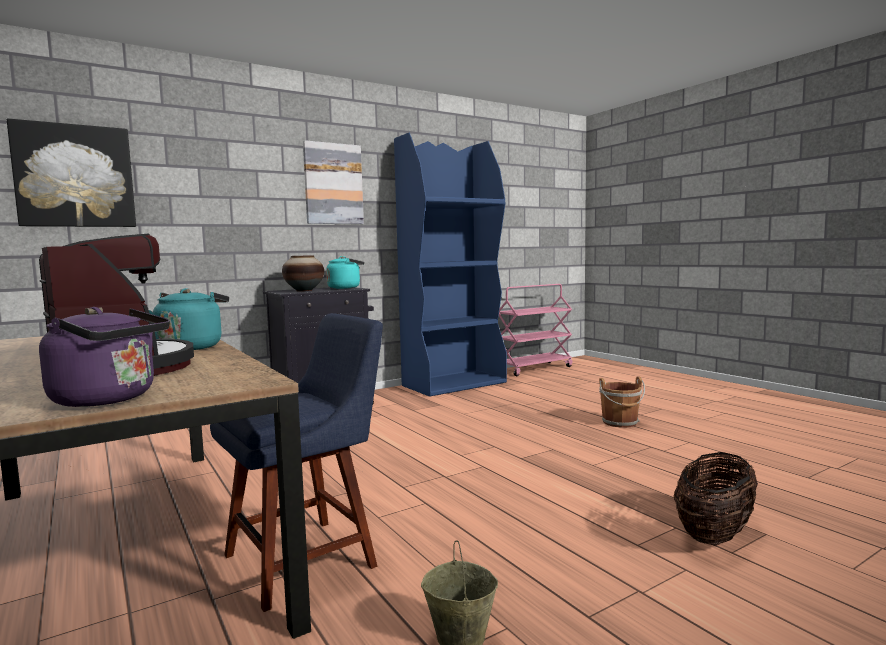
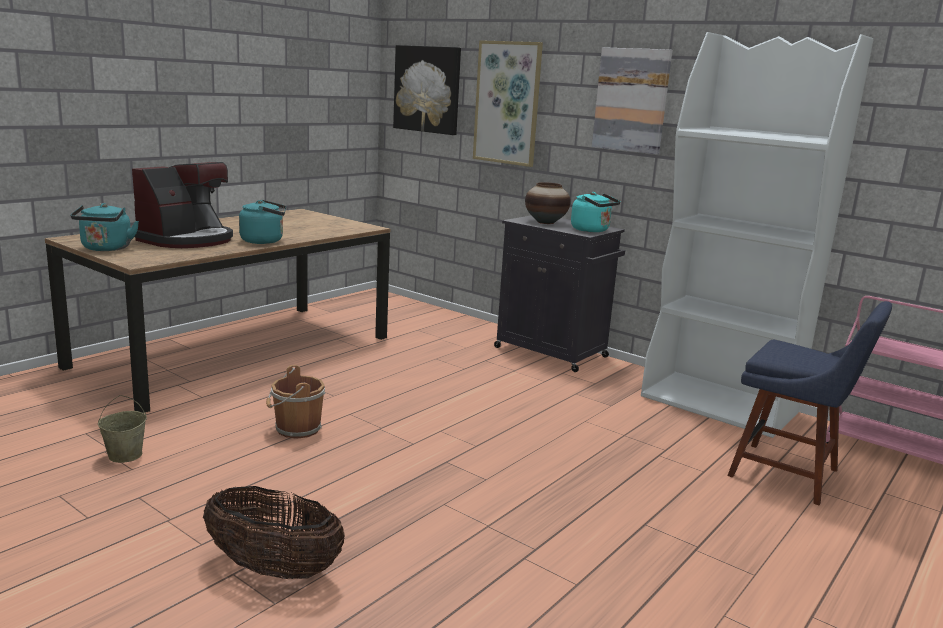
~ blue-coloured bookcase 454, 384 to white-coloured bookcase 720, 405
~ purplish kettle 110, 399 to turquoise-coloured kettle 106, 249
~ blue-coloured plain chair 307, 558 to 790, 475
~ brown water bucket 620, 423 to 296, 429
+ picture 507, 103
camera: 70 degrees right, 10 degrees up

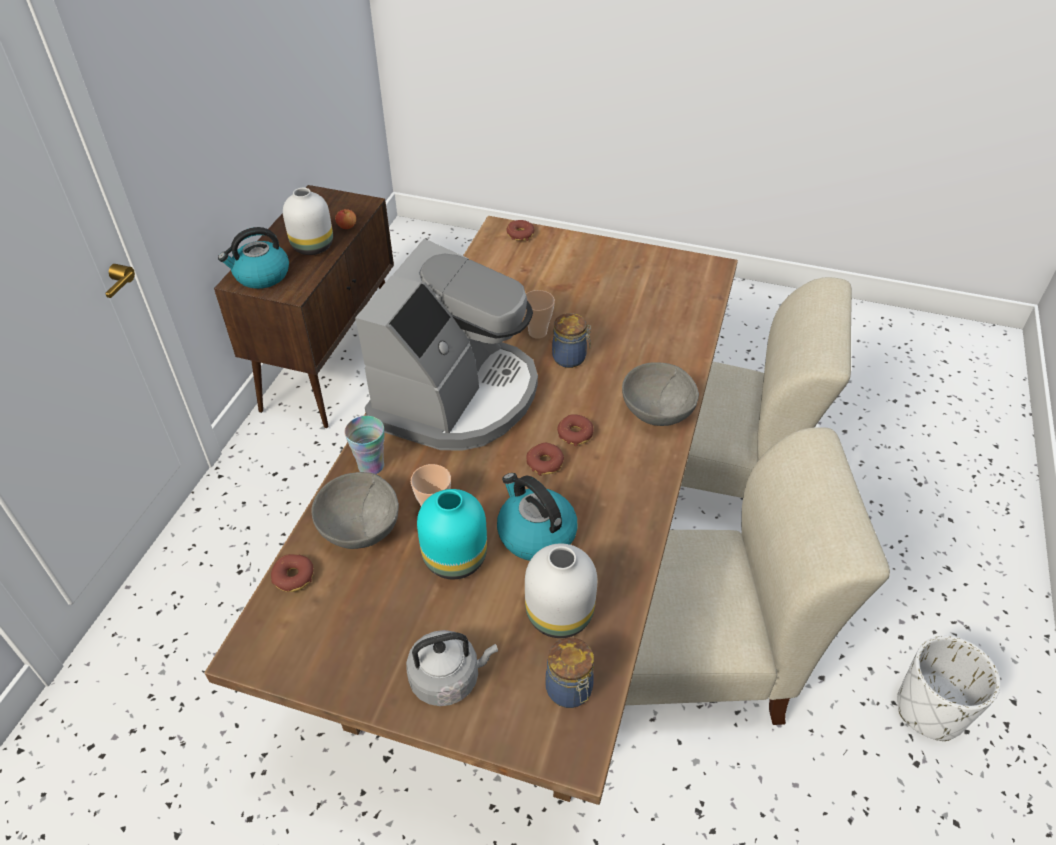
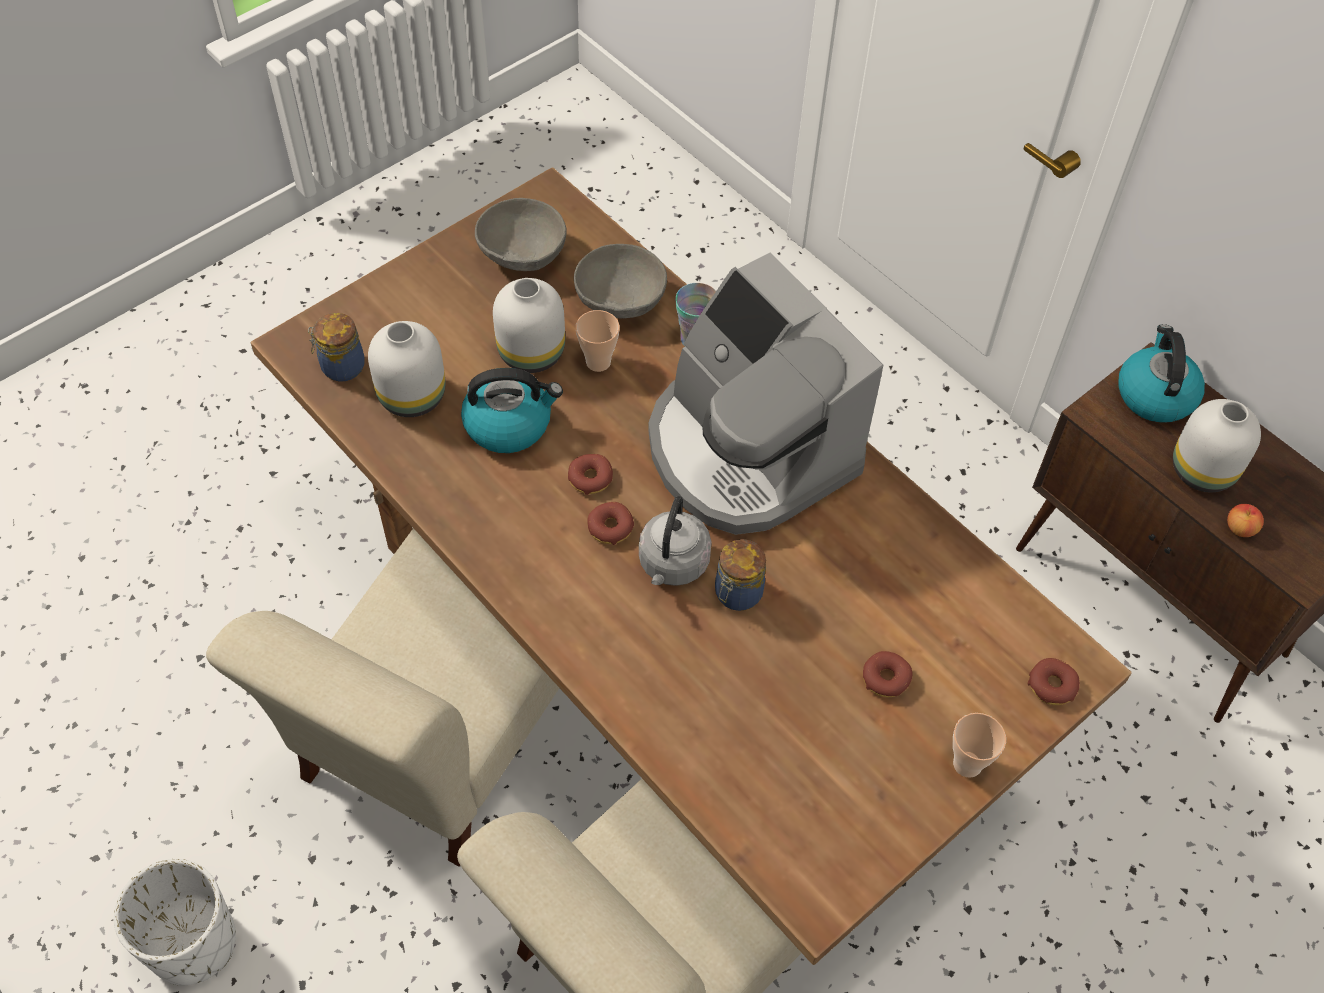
~ small cup 537, 332 to 967, 764
~ gray serving bowl 656, 411 to 524, 256
~ turquoise-coloured decorative vase 453, 559 to white-coloured decorative vase 532, 351
~ donut 294, 577 to 885, 678
~ gray kettle 448, 678 to 672, 565
camera: 120 degrees right, 10 degrees up

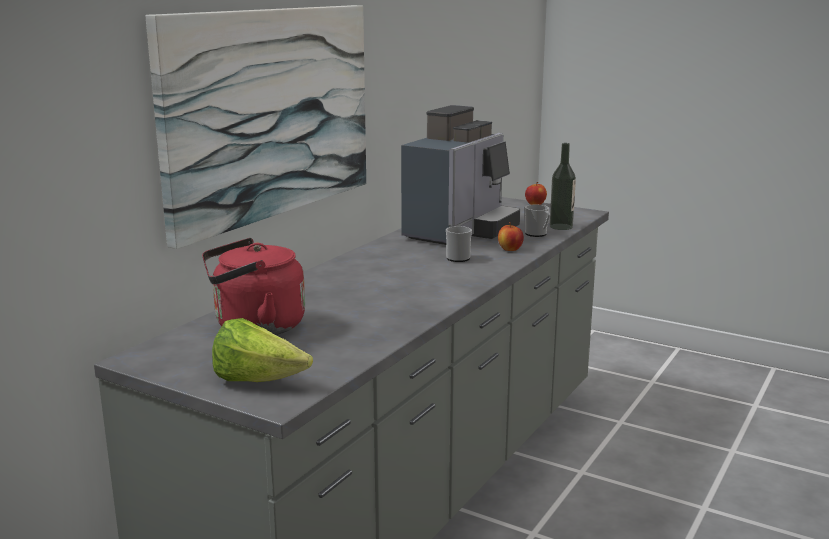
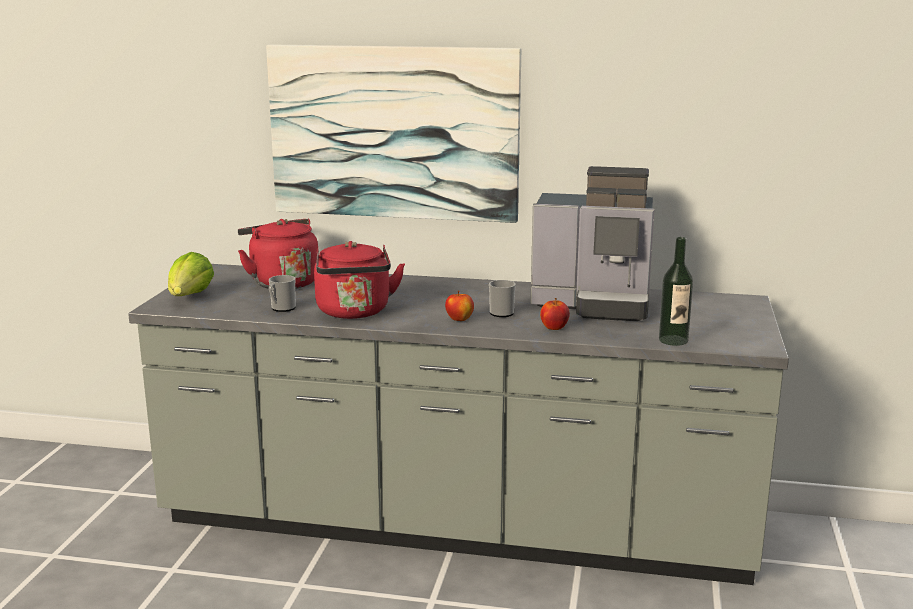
~ apple fruit 535, 204 to 459, 319
~ tea mug 537, 234 to 281, 308
+ red-coloured kettle 354, 313
camera: 70 degrees right, 0 degrees up

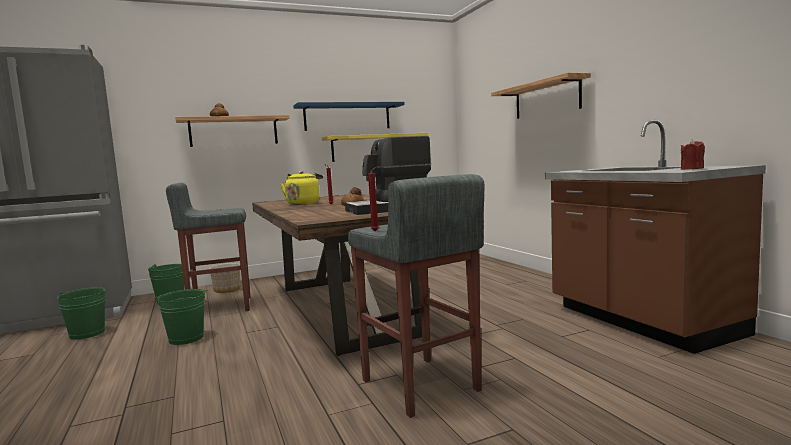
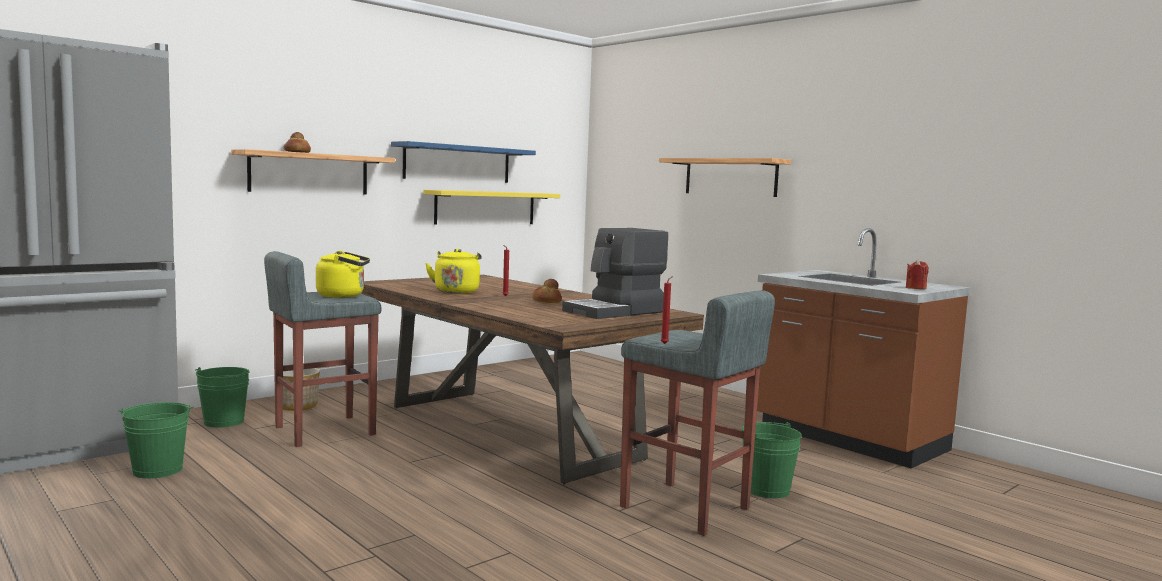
~ green water bucket 186, 338 to 767, 490
+ yellow-coloured kettle 344, 295
camera: 20 degrees left, 0 degrees up

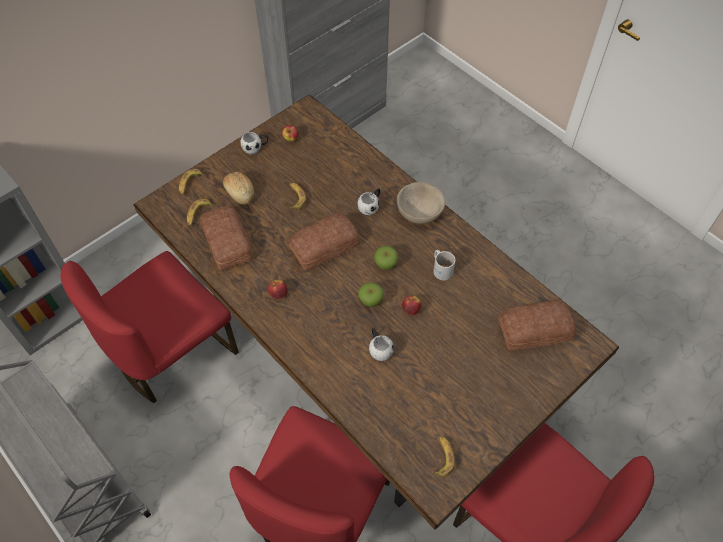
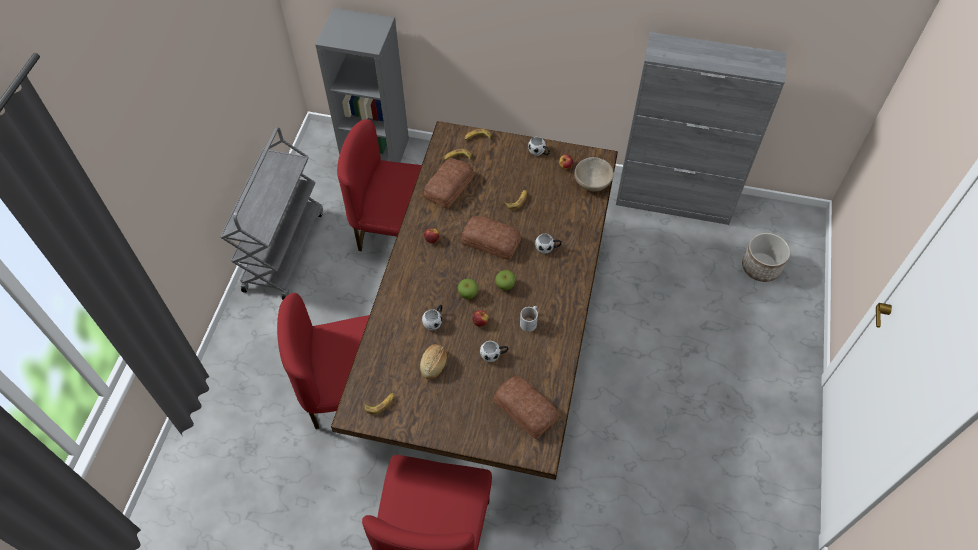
~ baked bread 239, 192 to 434, 364
~ beige serving bowl 420, 213 to 592, 183
+ planter 760, 267
+ white-coloured tea mug 494, 354
camera: 55 degrees right, 0 degrees up

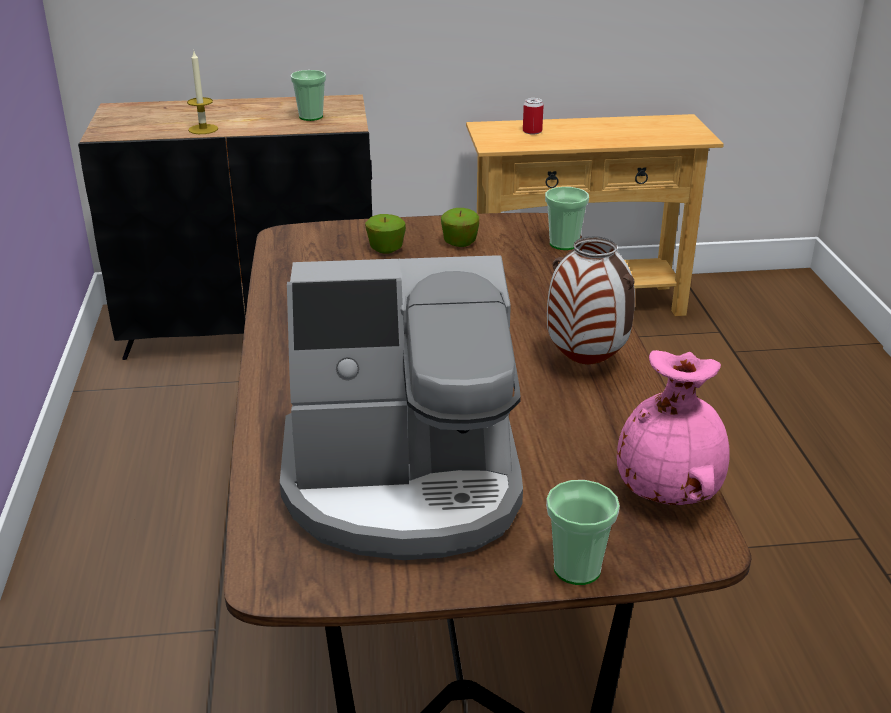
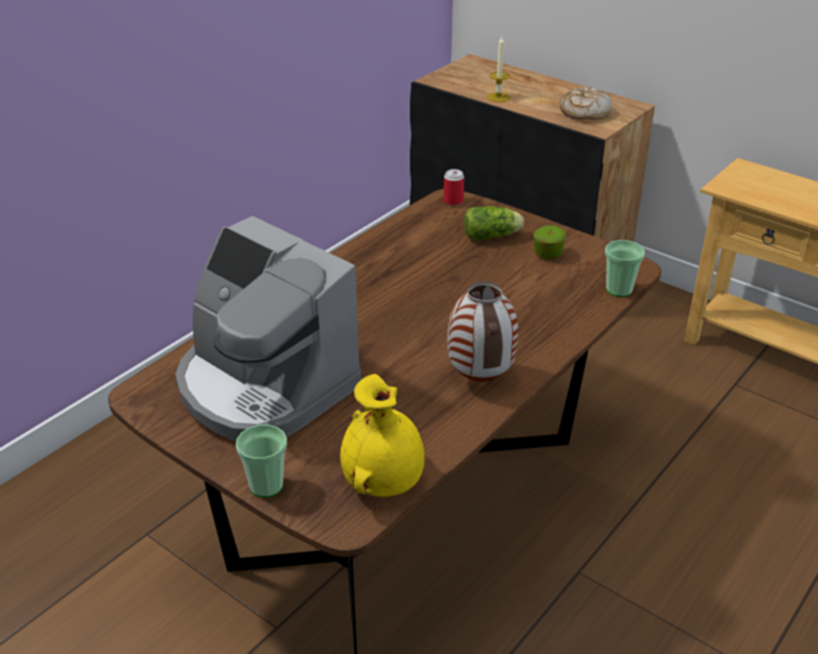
~ small cup 311, 117 to baked bread 584, 112
~ sealed can 532, 131 to 453, 202
~ apple fruit 386, 249 to head of lettuce 493, 236
~ pink decorative vase 669, 492 to yellow-coloured decorative vase 384, 483
camera: 45 degrees right, 5 degrees up

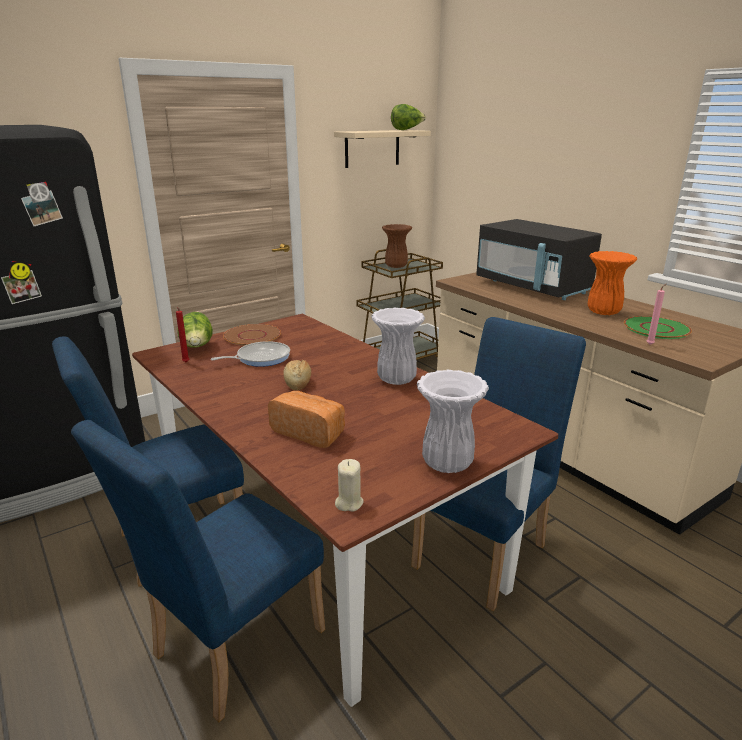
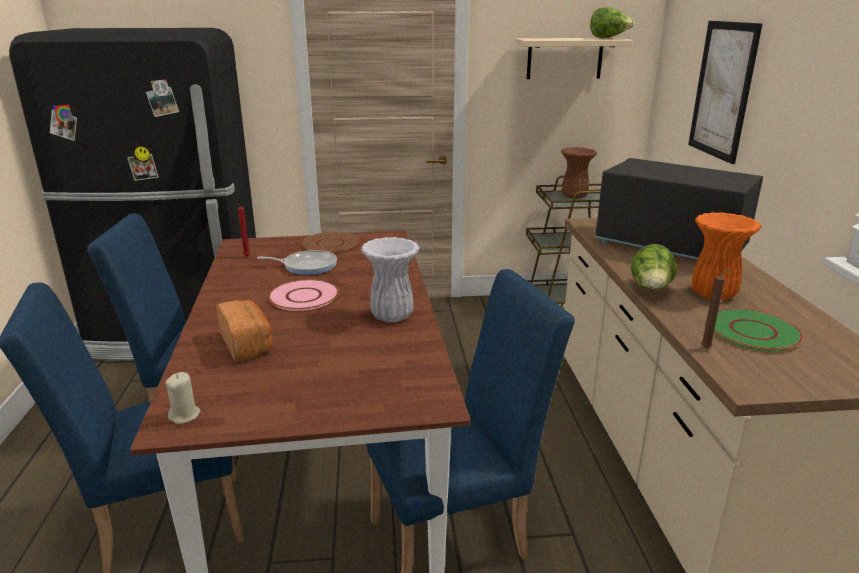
~ black kitchen microwave 532, 287 = 669, 246 135 degrees clockwise
~ pink wax light 650, 344 to brown wax light 707, 348
~ head of lettuce 197, 348 to 651, 289
~ baked bread 297, 382 to pink plate 303, 296
- white-coloured decorative vase 448, 463
+ picture 722, 90
camera: 30 degrees right, 0 degrees up

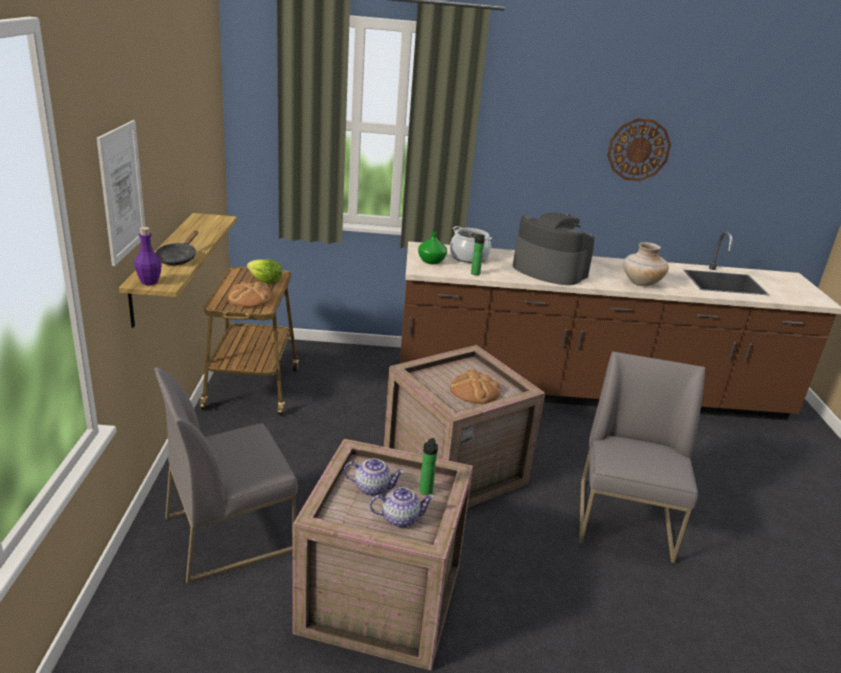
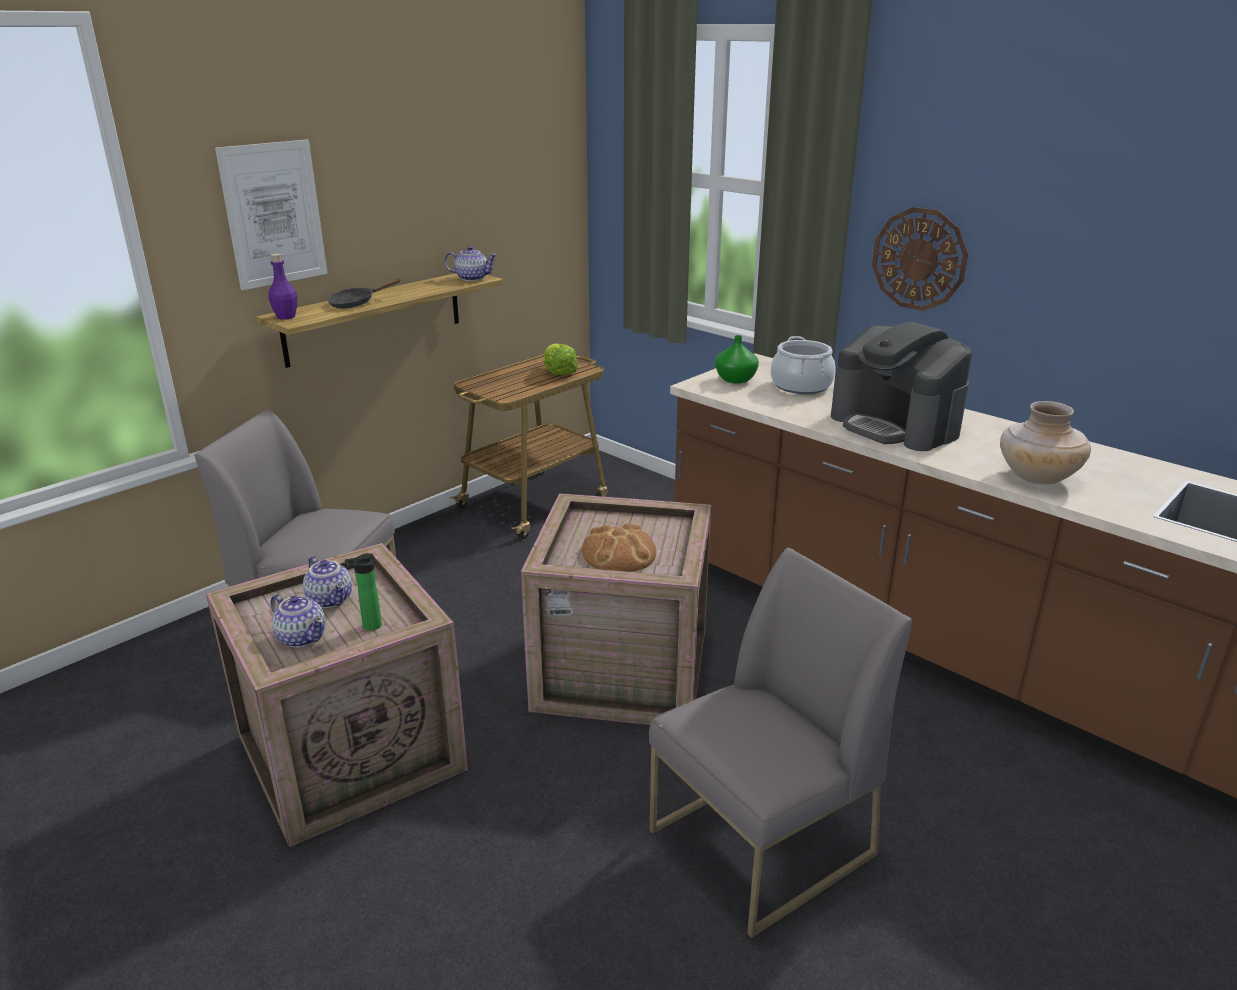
~ wall clock 638, 150 to 919, 259
~ coffee maker 548, 270 = 895, 425 150 degrees clockwise
- bottle 473, 273
- baked bread 250, 298
+ teapot 472, 278
camera: 45 degrees right, 0 degrees up

